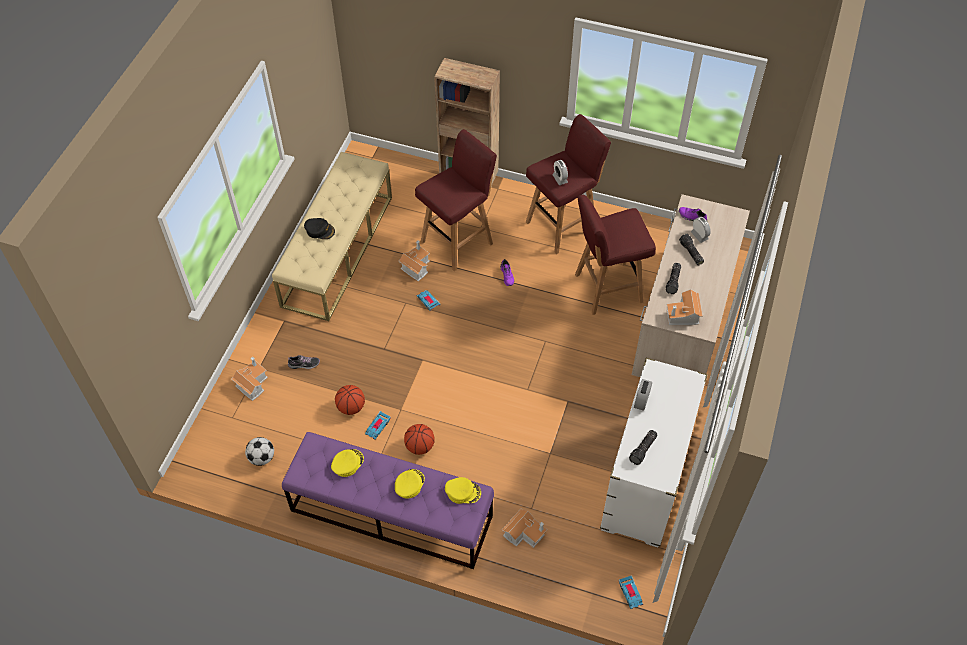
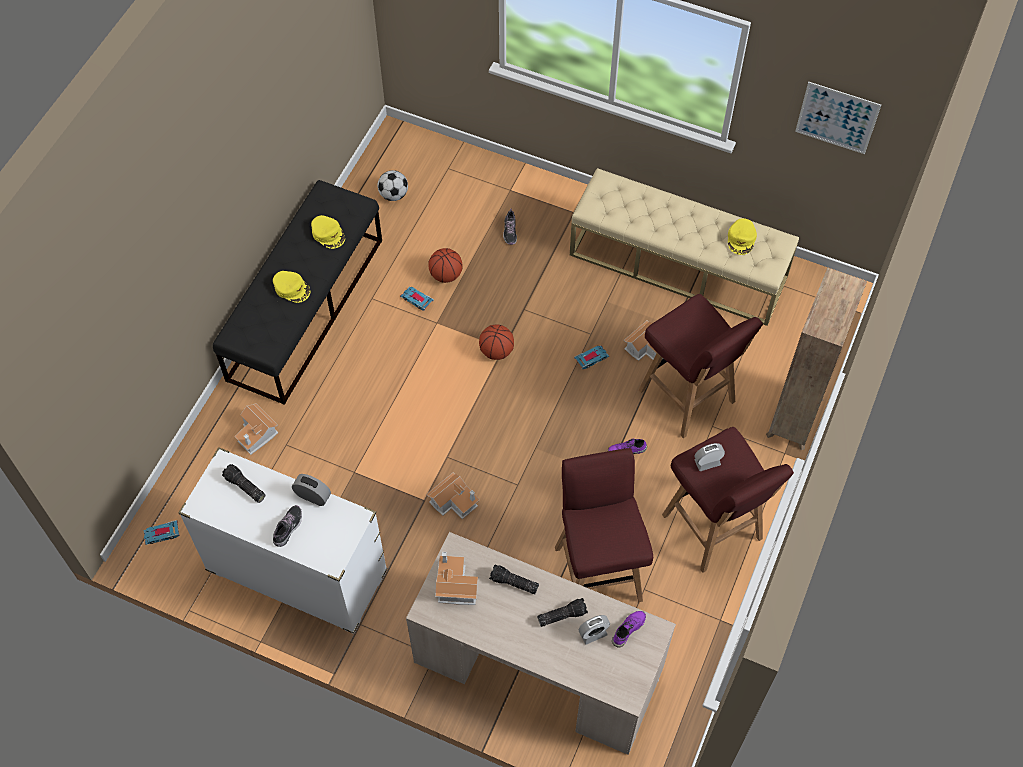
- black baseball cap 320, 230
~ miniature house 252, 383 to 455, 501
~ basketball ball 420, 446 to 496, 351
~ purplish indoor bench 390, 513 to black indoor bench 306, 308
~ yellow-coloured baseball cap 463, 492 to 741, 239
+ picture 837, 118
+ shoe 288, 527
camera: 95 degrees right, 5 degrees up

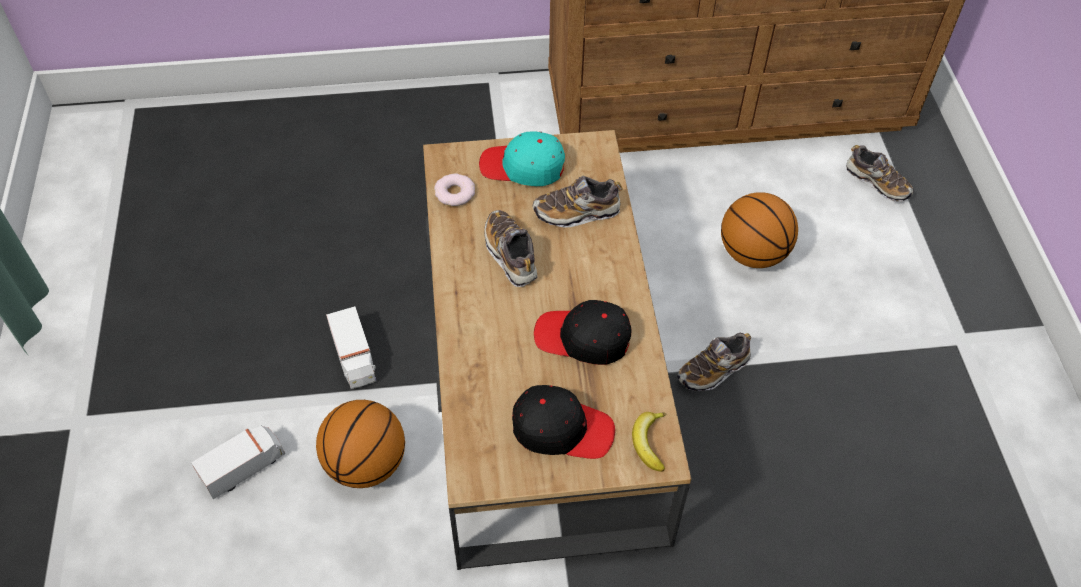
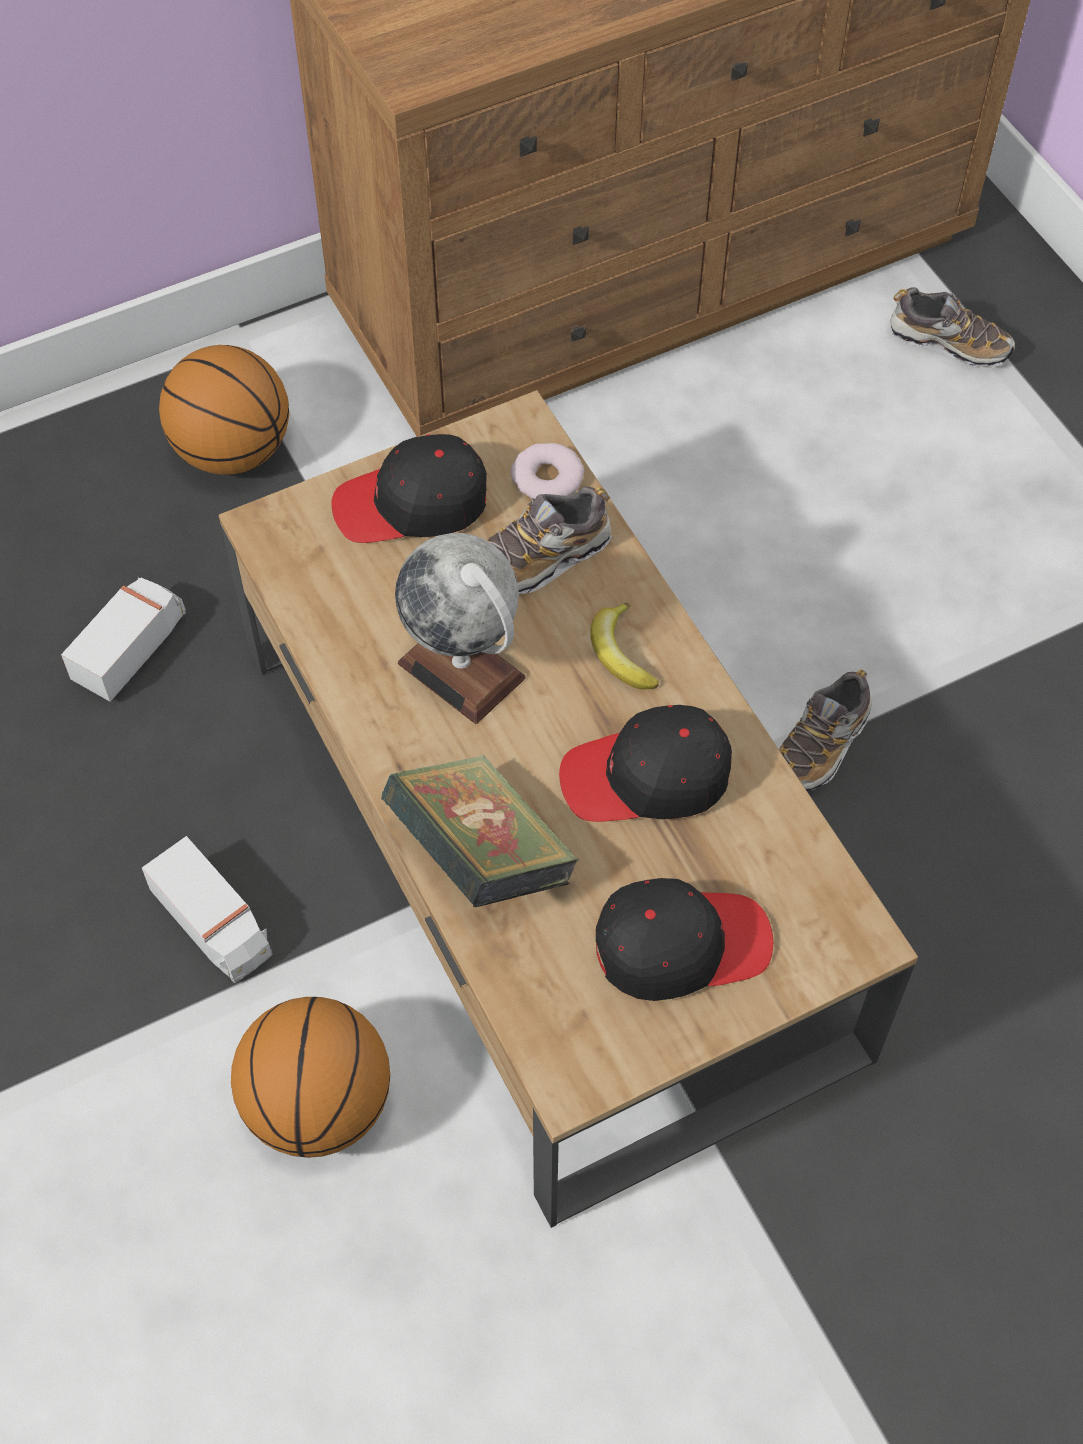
~ turquoise-coloured baseball cap 523, 167 to black baseball cap 412, 504
~ donut 454, 193 to 547, 478
~ basketball ball 753, 253 to 233, 450
~ shoe 510, 255 to globe 462, 670
~ banana 649, 442 to 620, 653
~ toy lorry 244, 467 to 132, 649
+ bound book 480, 856
camera: 20 degrees left, 5 degrees up

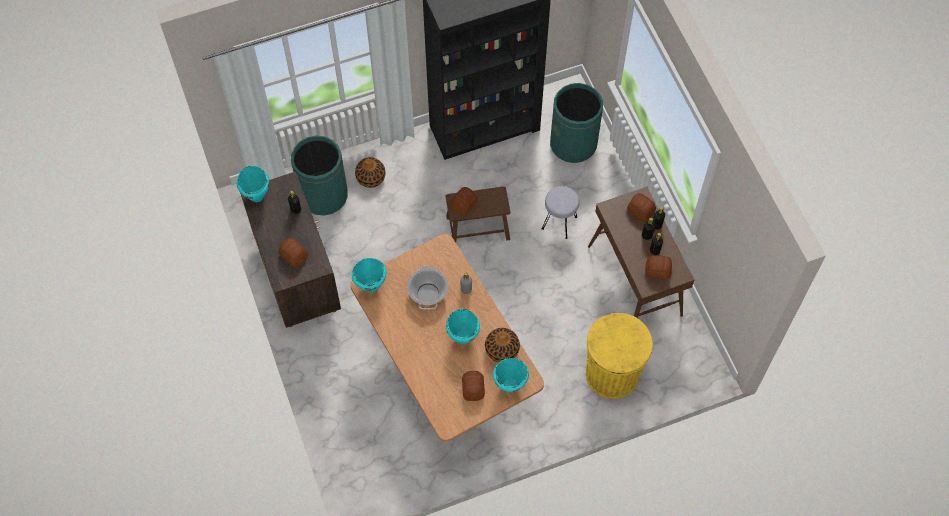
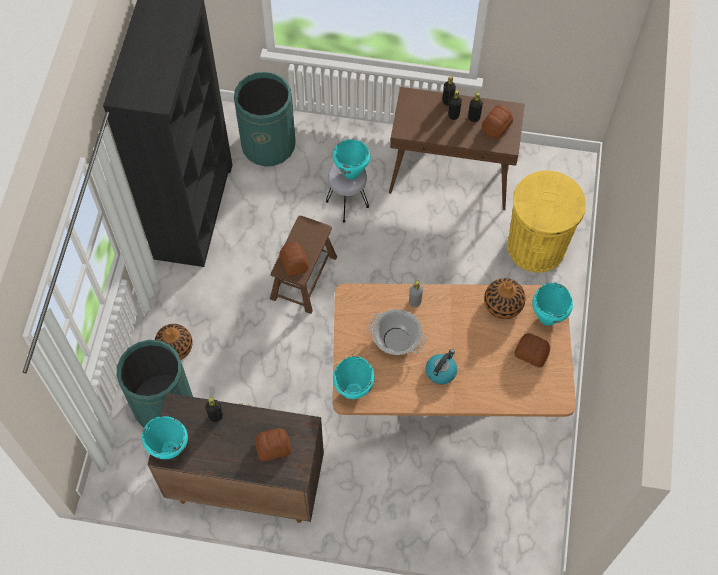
- baked bread 640, 211
~ turquoise-coloured saucepot 463, 338 to 352, 174
+ kettle 441, 371
camera: 60 degrees left, 0 degrees up

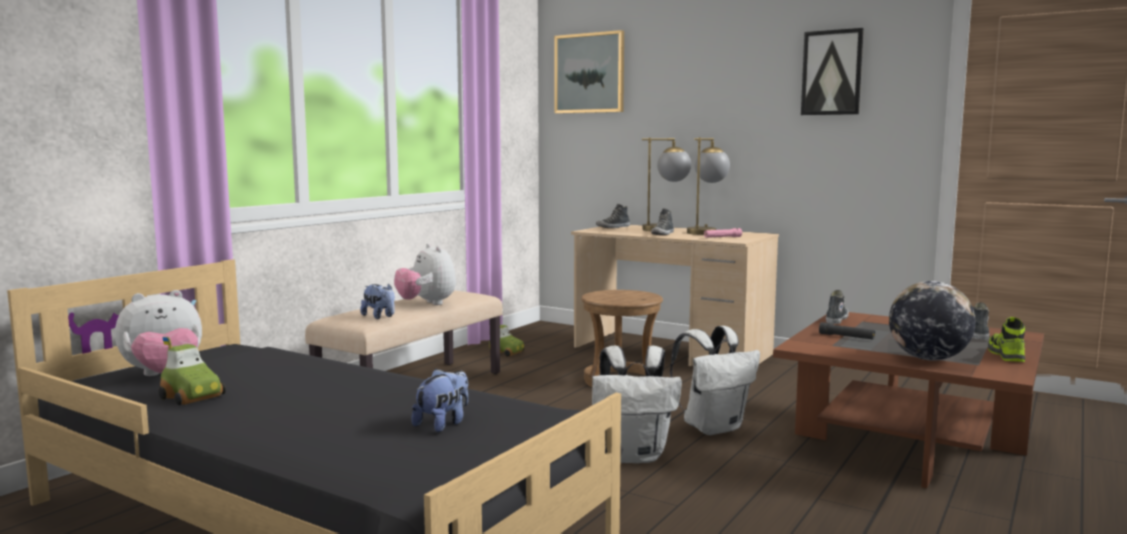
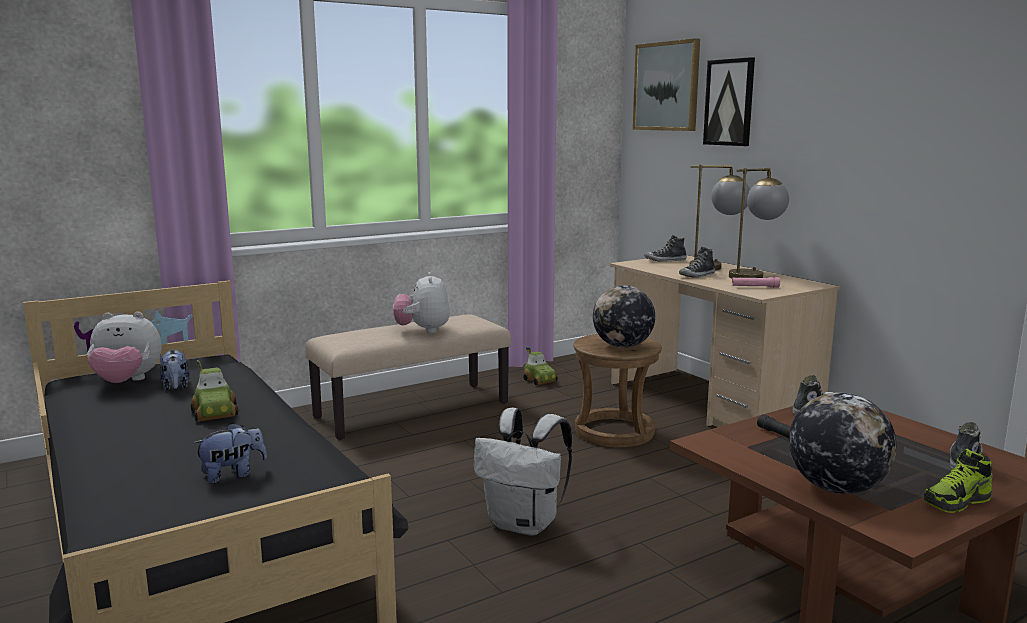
~ picture 832, 73 to 729, 102
~ soft toy 379, 317 to 176, 387
~ shoe 1006, 355 = 956, 502 150 degrees counterclockwise
- white-coloured backpack 713, 427
~ miniature car 193, 397 to 216, 413
+ globe 622, 346
camera: 25 degrees right, 5 degrees up

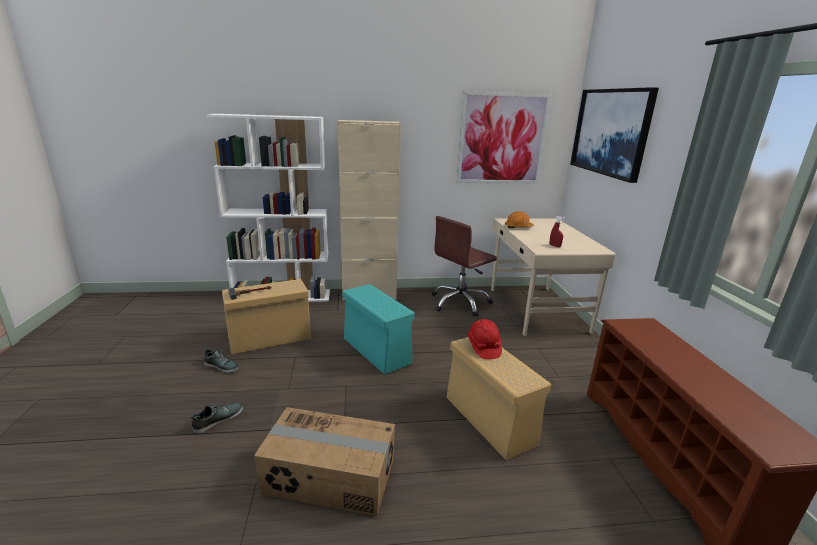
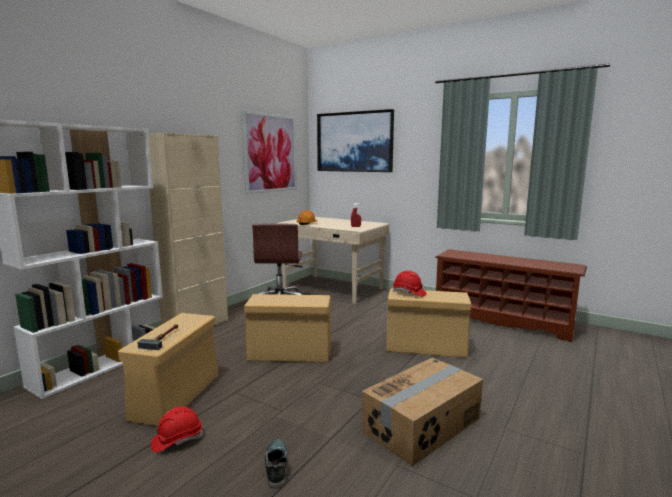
~ turquoise-coloured storage bin 377, 351 to beige storage bin 291, 354
~ shoe 222, 366 to red-coloured work helmet 177, 440
camera: 50 degrees left, 10 degrees down

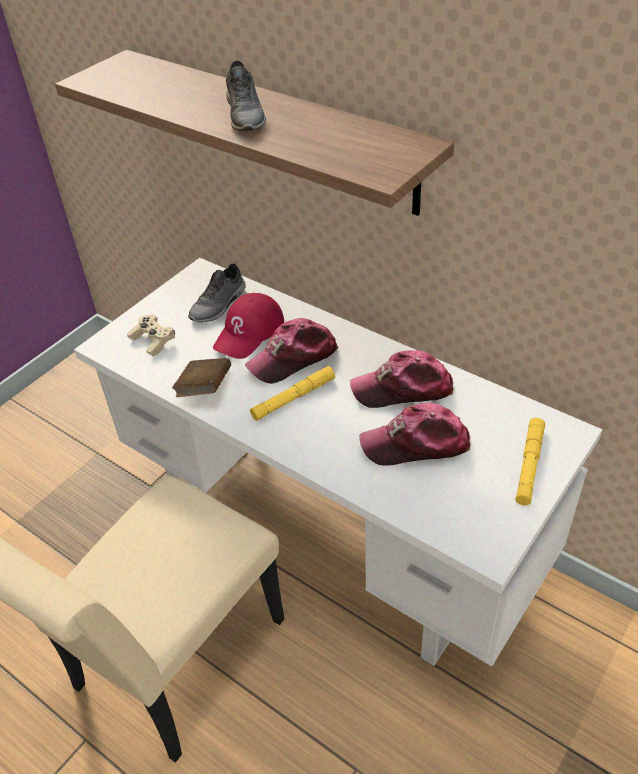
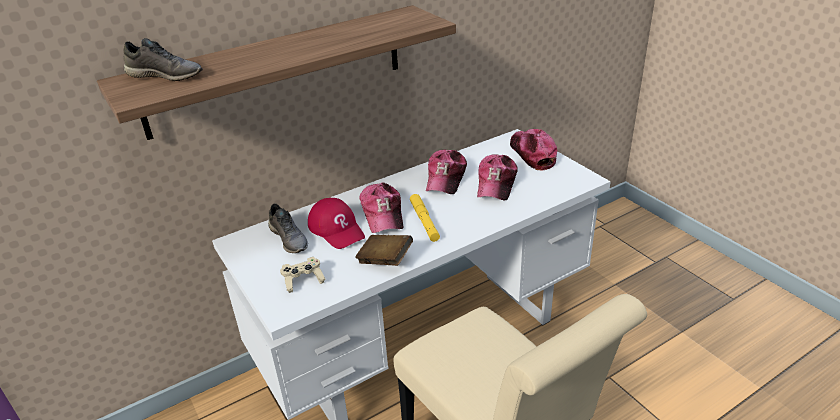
~ gray shoe 246, 115 to 166, 75
~ yellow-coloured torch 529, 465 to baseball cap 532, 154
camera: 70 degrees left, 10 degrees down

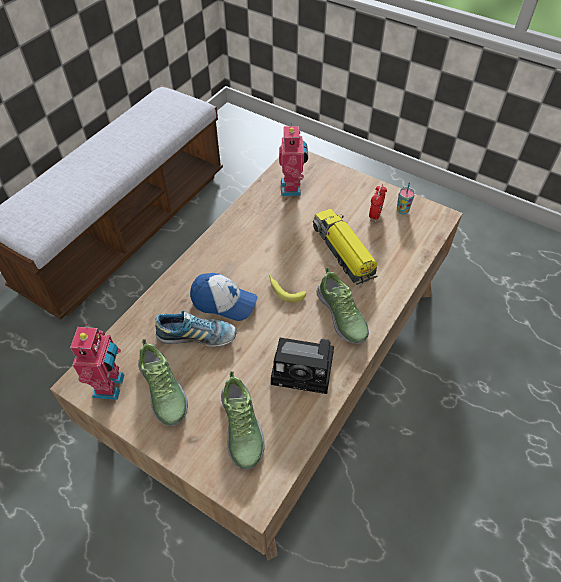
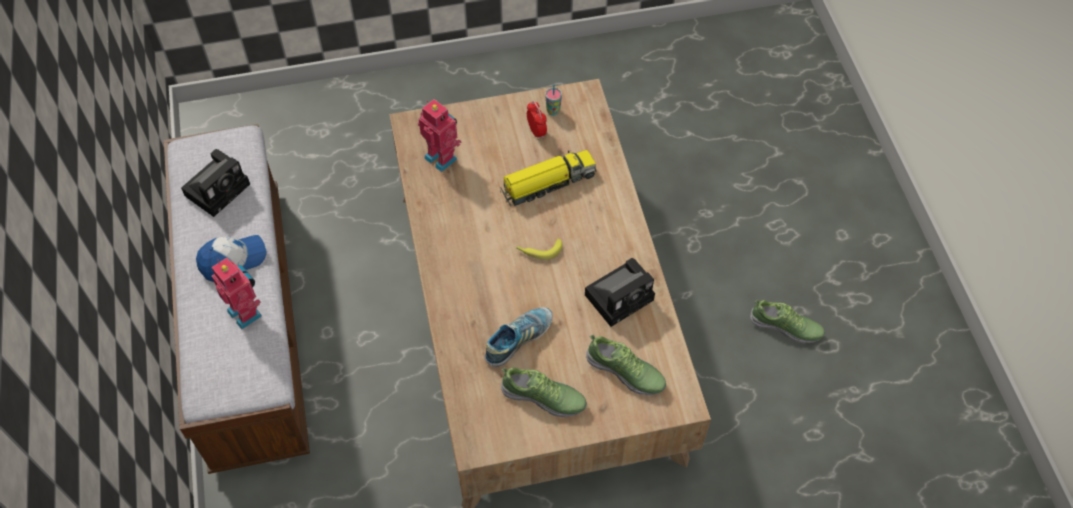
~ toy lorry 343, 252 = 547, 183 135 degrees clockwise
~ shoe 342, 316 to 786, 327
~ baseball cap 224, 302 to 233, 260
~ robot figure 111, 386 to 246, 312
+ still camera 219, 188
camera: 45 degrees left, 5 degrees up

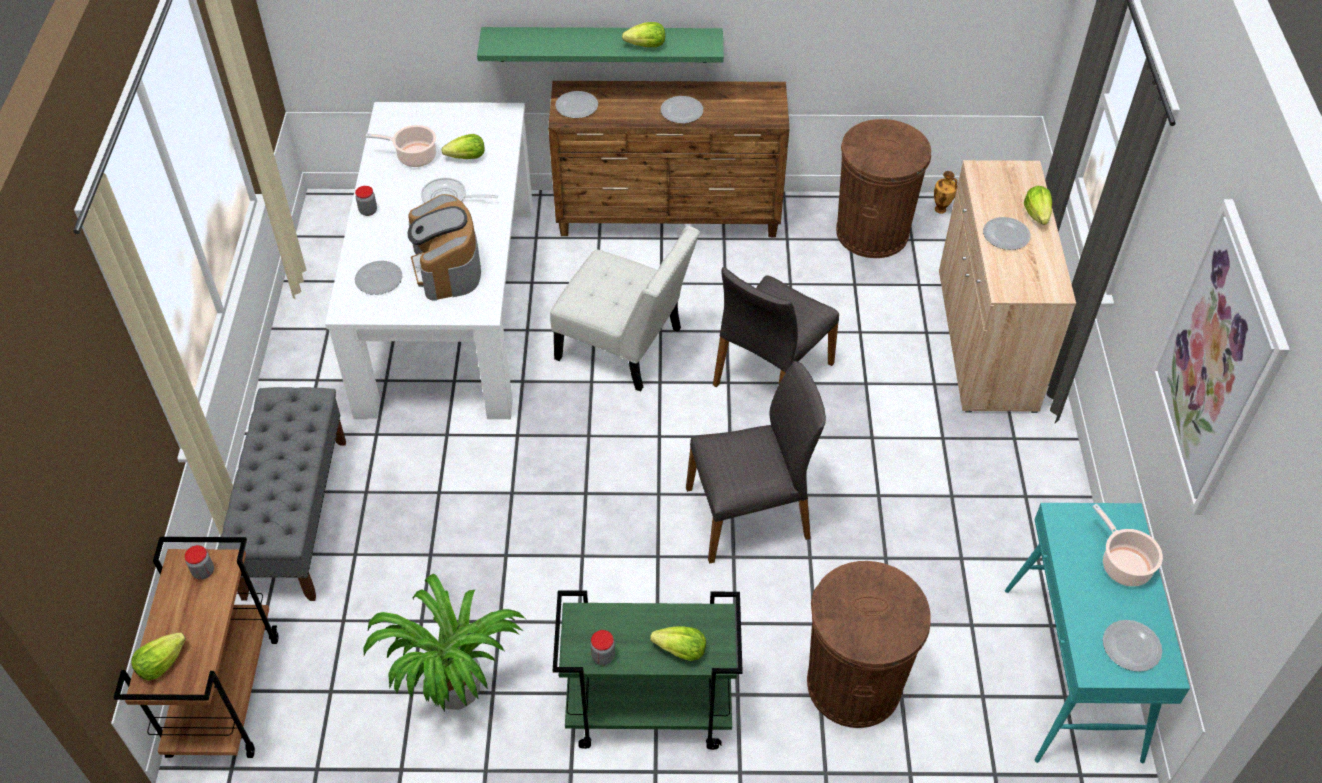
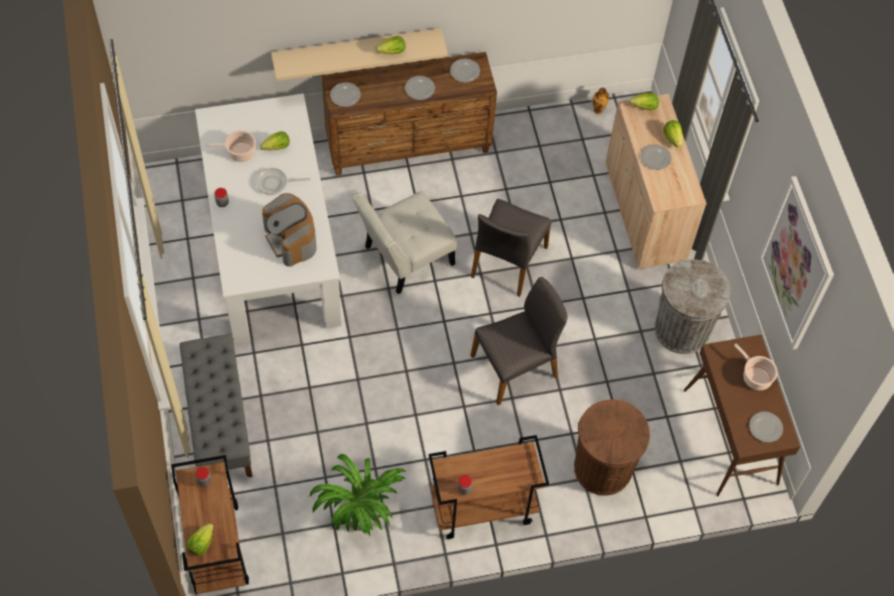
~ green bracket shelf 602, 44 to beige bracket shelf 357, 49
- brown trash can 872, 232
~ white-coloured plain chair 625, 347 = 404, 258 135 degrees clockwise
~ plate 379, 279 to 465, 71
~ turquoise-coloured console table 1072, 674 to brown console table 731, 437
~ green cart 647, 711 to brown cart 482, 509
~ head of lettuce 681, 651 to 644, 107
+ gray trash can 682, 329
camera: 15 degrees left, 10 degrees up

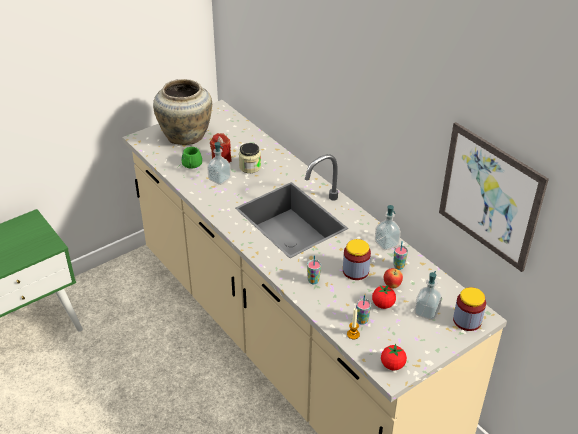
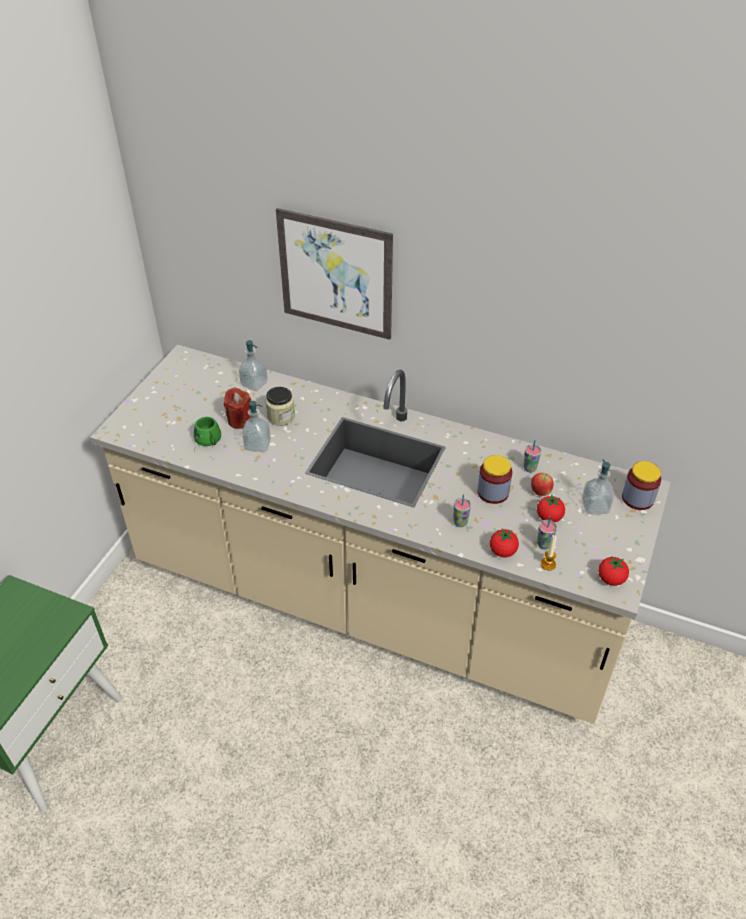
- beige decorative vase 186, 136
~ picture 489, 196 to 335, 274
~ soap dispenser 386, 243 to 254, 384
+ fresh tomato 502, 551
camera: 30 degrees left, 5 degrees up

